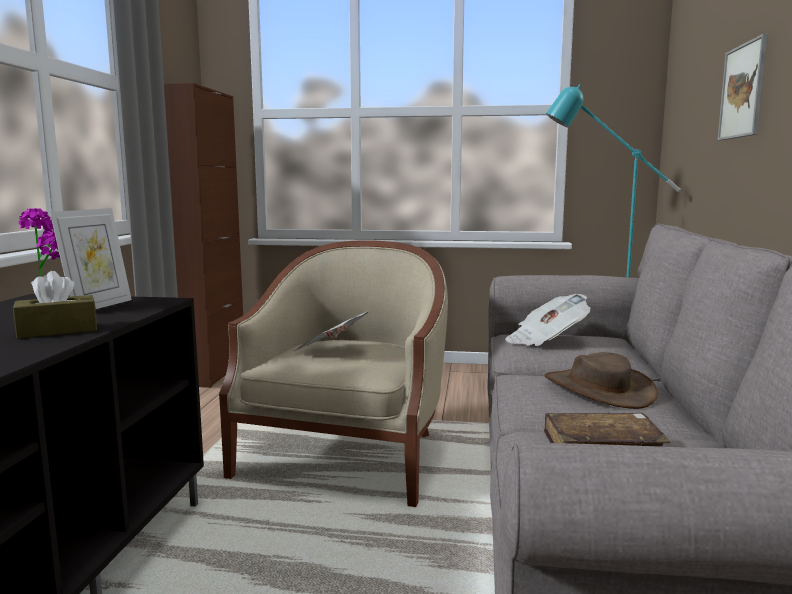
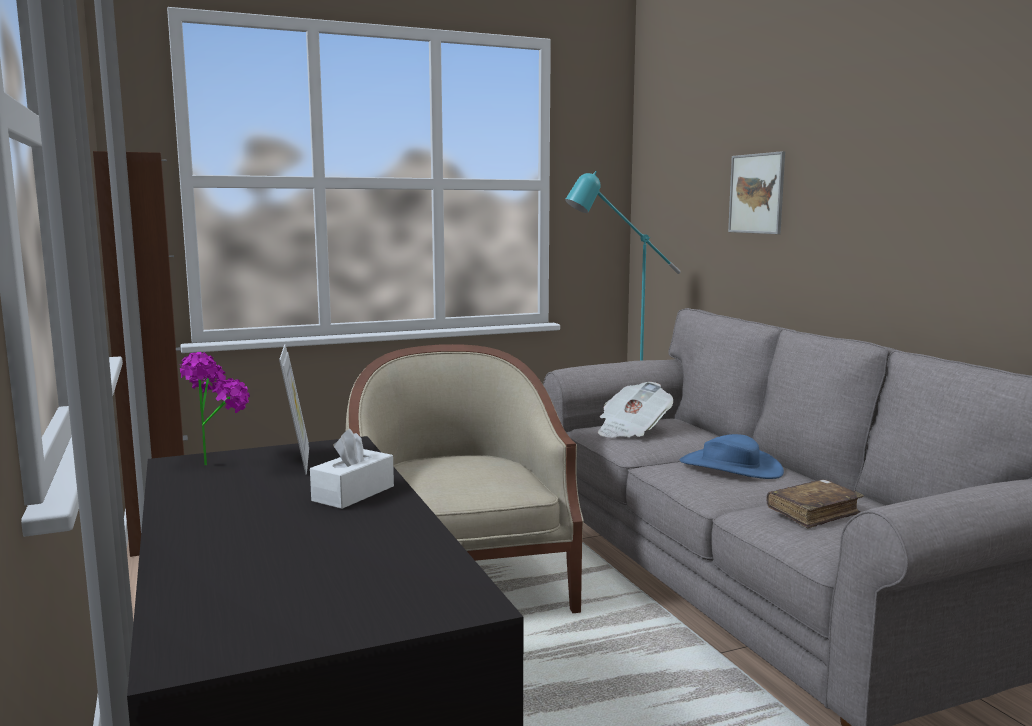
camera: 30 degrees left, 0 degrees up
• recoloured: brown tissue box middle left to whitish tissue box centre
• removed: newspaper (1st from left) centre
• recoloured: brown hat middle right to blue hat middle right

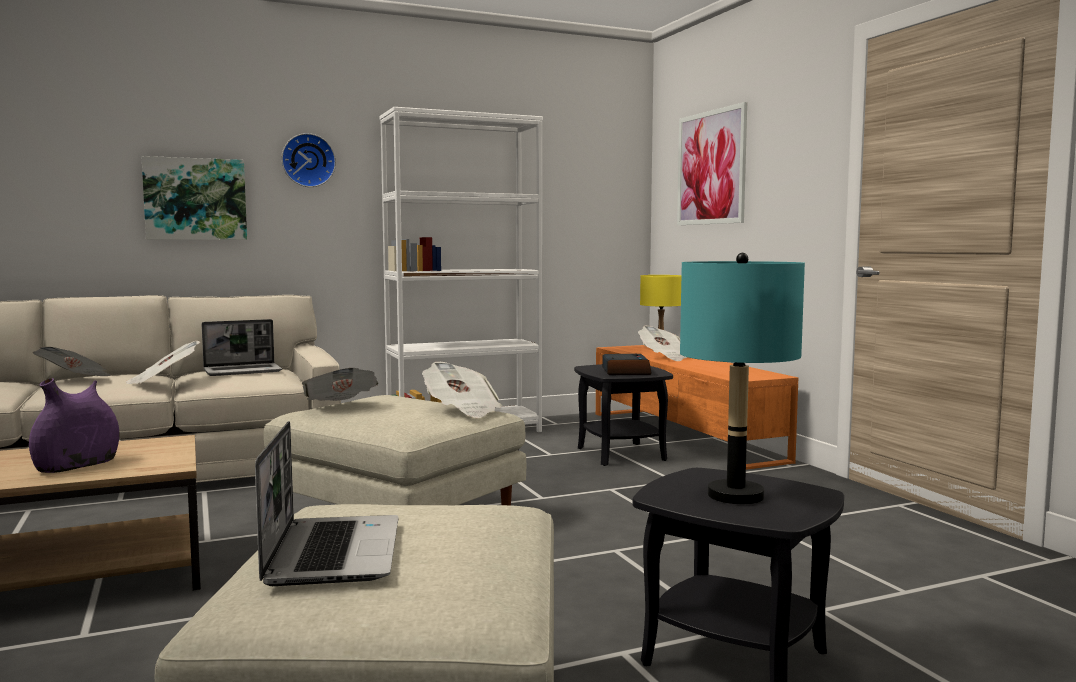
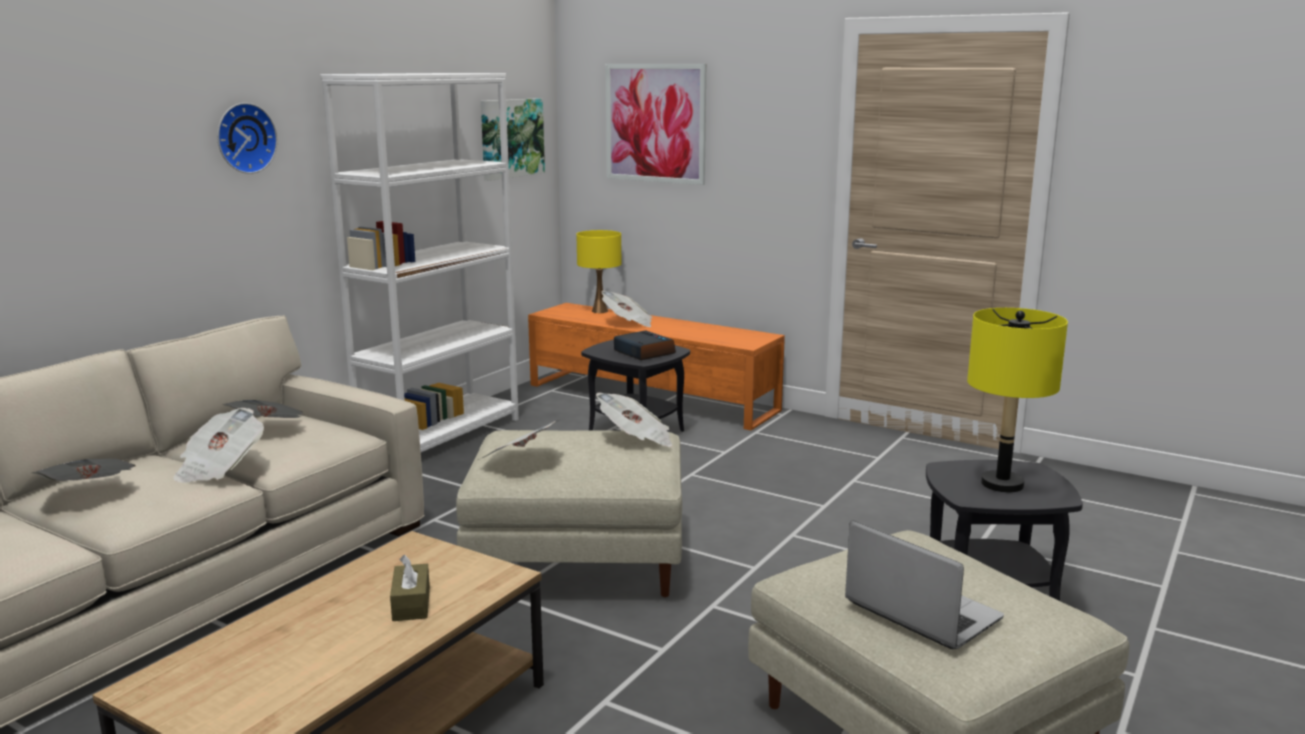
camera: 35 degrees left, 10 degrees up
• replaced: purple-coloured decorative vase middle left to brown tissue box bottom left
• moved: wall art (1st from left) top left to top centre
• replaced: notebook computer (1st from left) middle left to newspaper (3rd from left) middle left
• recoloured: turquoise lamp for a table middle right to yellow lamp for a table (2nd from left) middle right

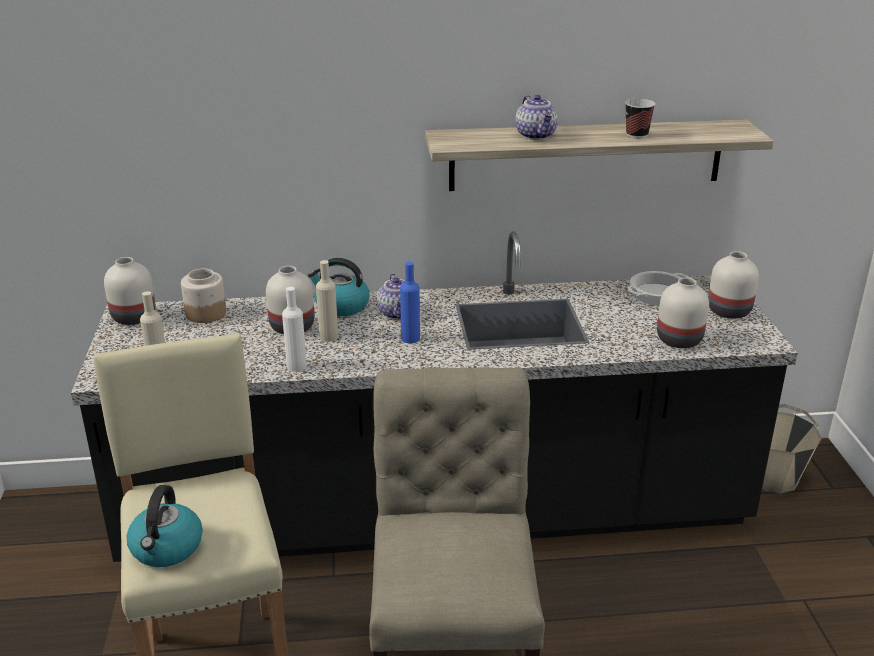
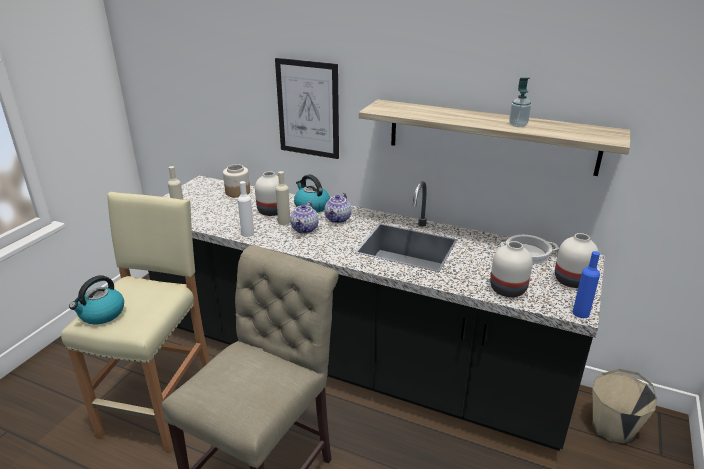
camera: 30 degrees right, 0 degrees up
• removed: whitish decorative vase (1st from left) middle left
• moved: blue beverage bottle centre to middle right
• moved: pot for tea (2nd from left in the first image) top centre to pot for tea (1st from left) centre
• replaced: drinking cup top right to soap bottle top right
• added: wall art top centre

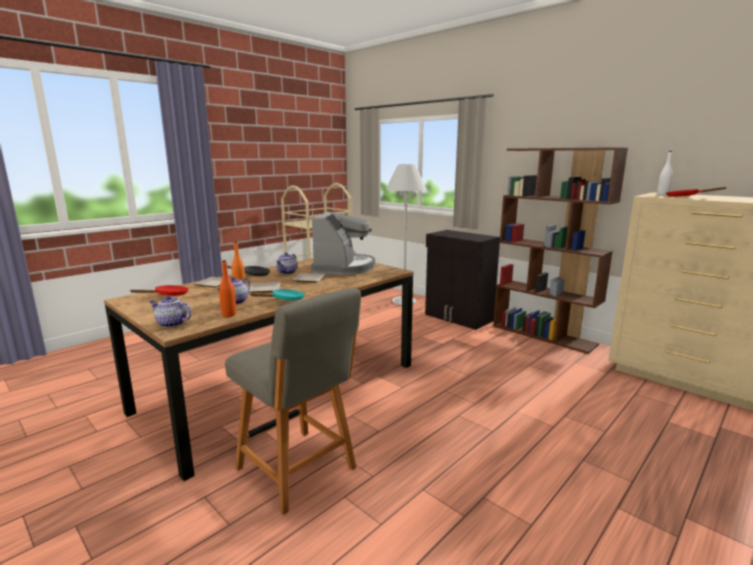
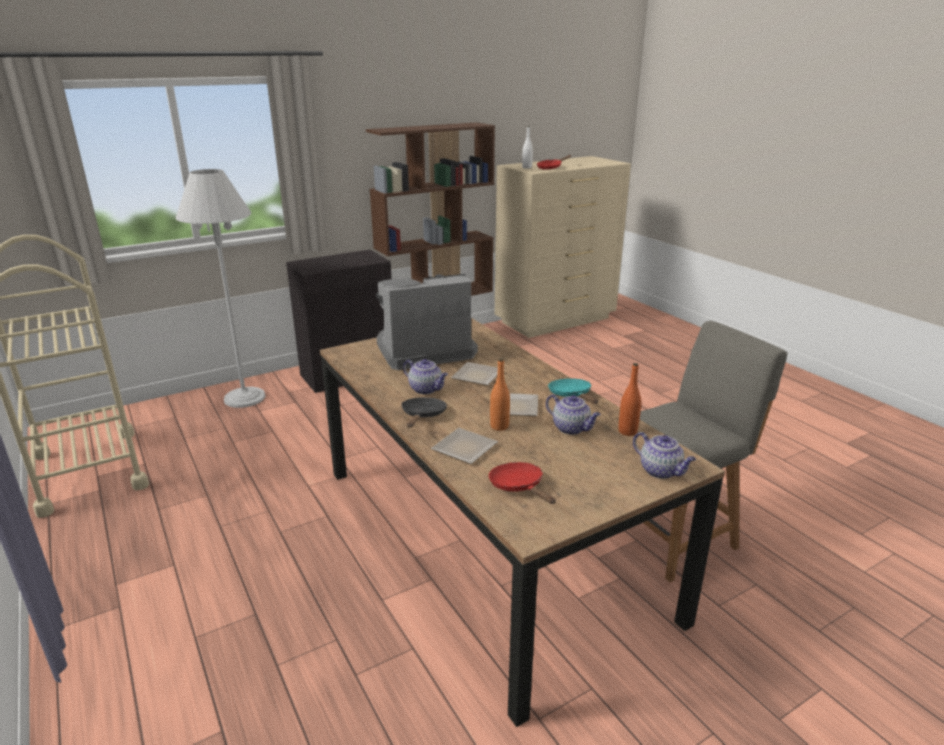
camera: 75 degrees left, 10 degrees up
• turned: pot for tea (1st from left in the first image) middle left = middle right 75 degrees counterclockwise
• turned: coffee machine centre = centre 45 degrees counterclockwise

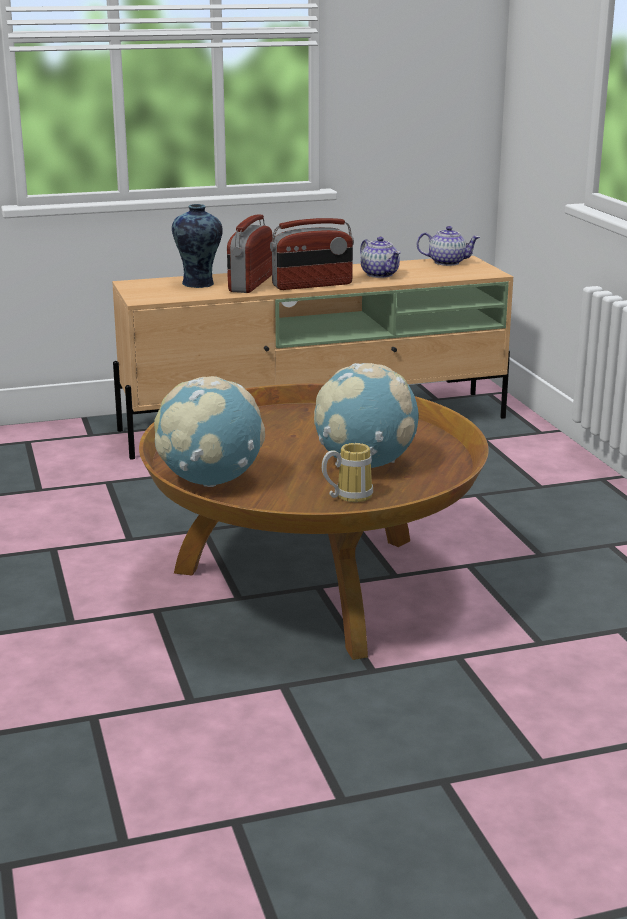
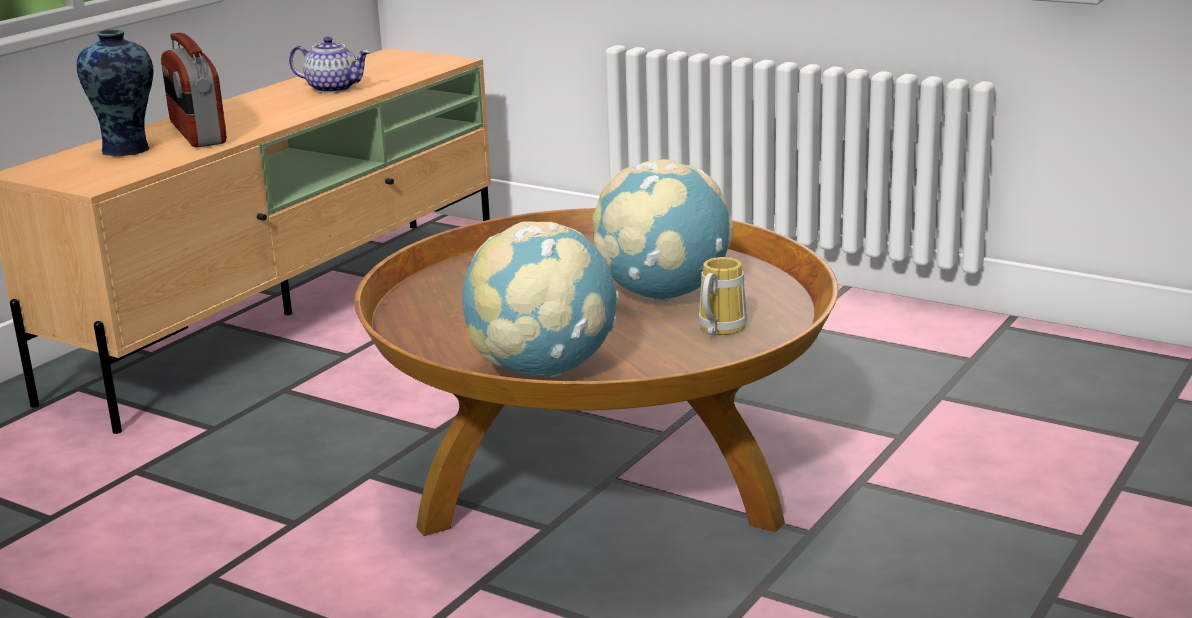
camera: 40 degrees left, 0 degrees up
• removed: radio set (2nd from left) top centre
• removed: pot for tea (2nd from left) top right

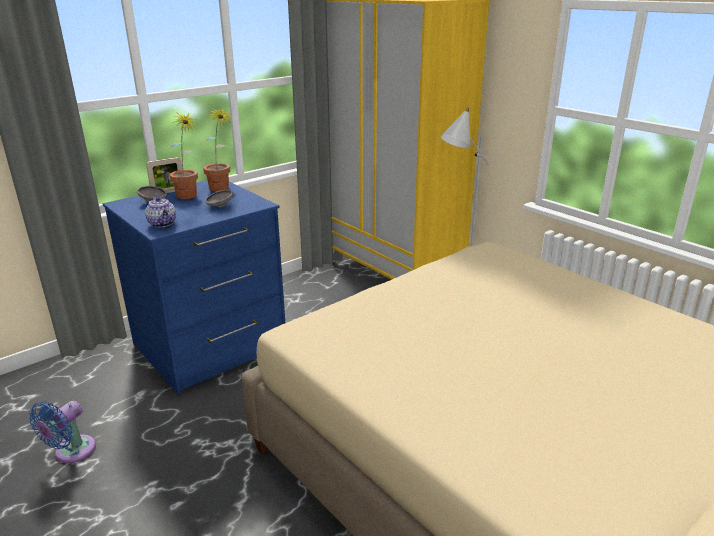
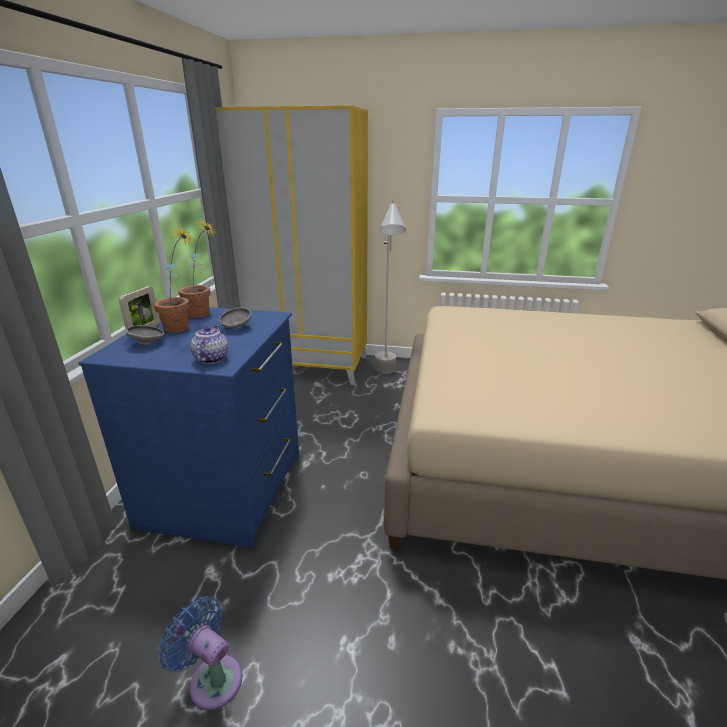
camera: 40 degrees left, 0 degrees up
• turned: blue fan bottom left = bottom left 135 degrees clockwise
• turned: pot for tea middle left = middle left 105 degrees counterclockwise

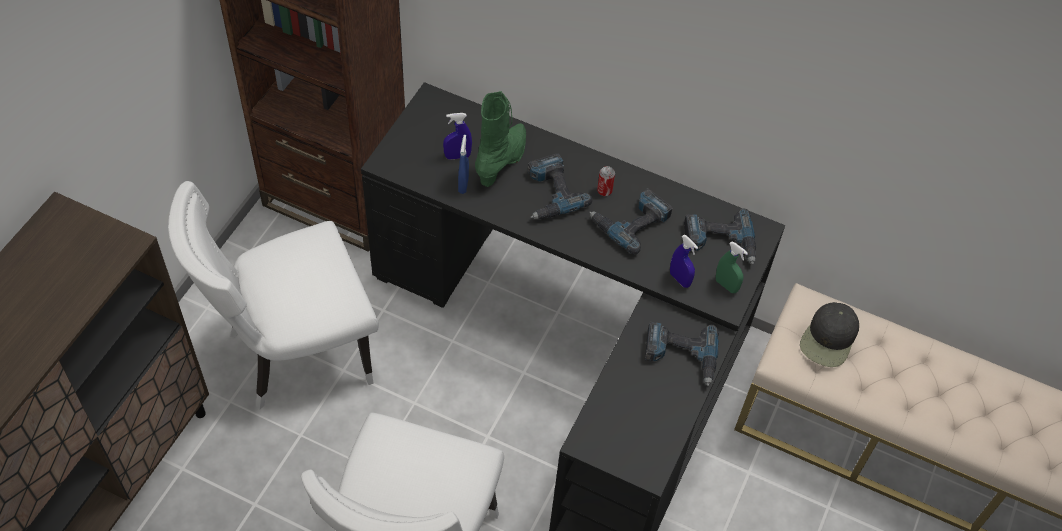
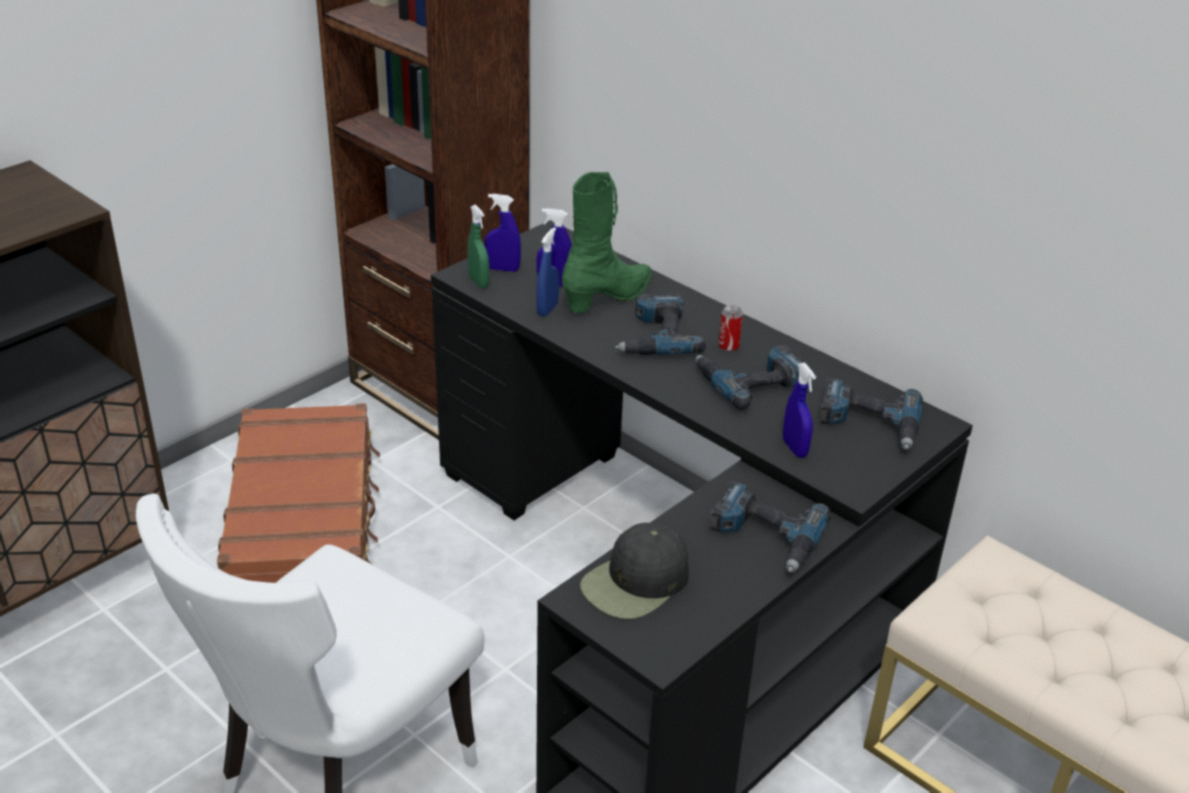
camera: 20 degrees right, 20 degrees down
• replaced: whitish plain chair (1st from left) middle left to brown piece of luggage middle left
• moved: greenish sprayer middle right to top centre
• moved: blackish baseball cap middle right to bottom centre
• added: blue sprayer (1st from left) top centre

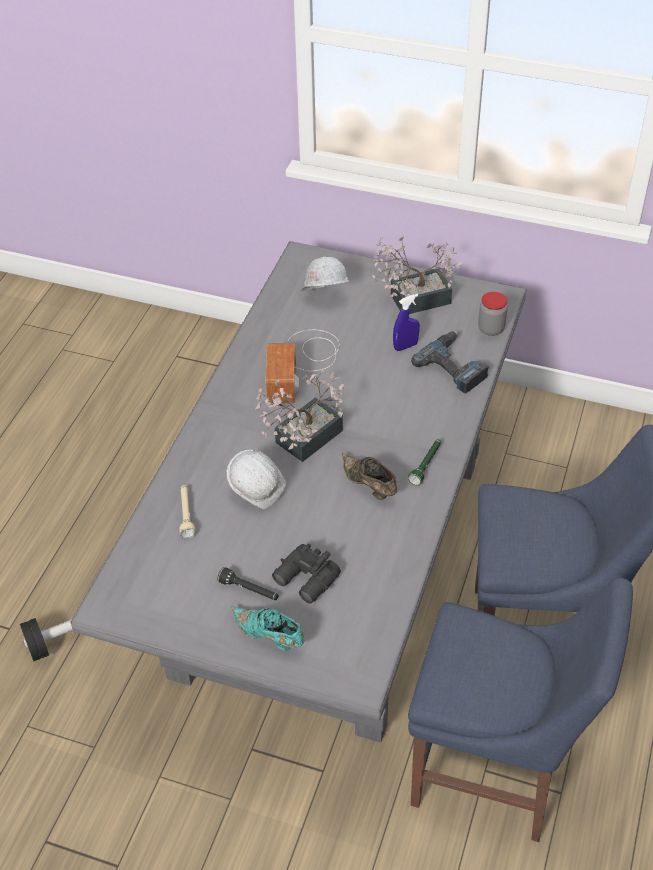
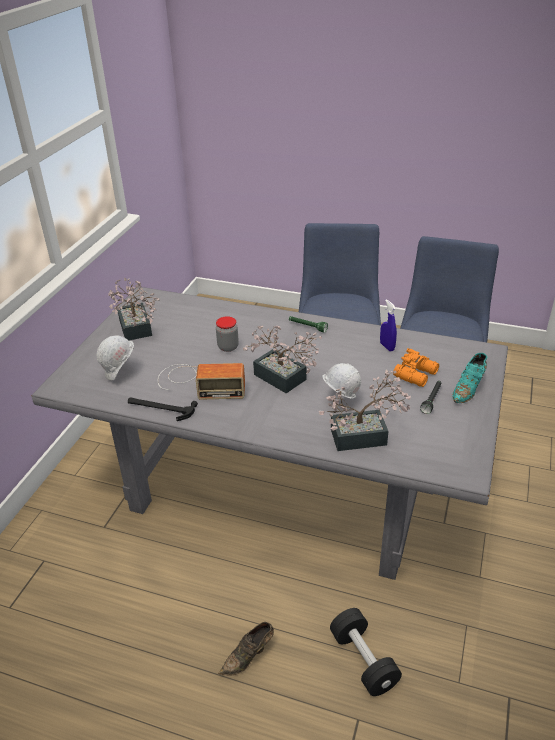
camera: 90 degrees left, 10 degrees down
• replaced: beige-coloured flashlight middle left to houseplant (3rd from left) centre
• recoloured: blackish pair of binoculars centre to orangey pair of binoculars middle right
• moved: brown shoe centre to bottom centre
• moved: blue sprayer centre to middle right
• removed: drill middle right
• moved: jar middle right to centre
• added: hammer middle left

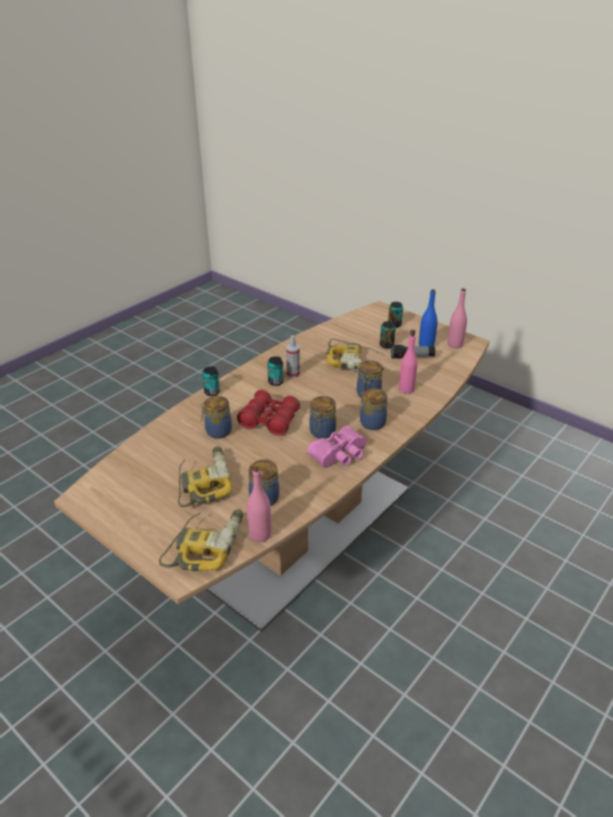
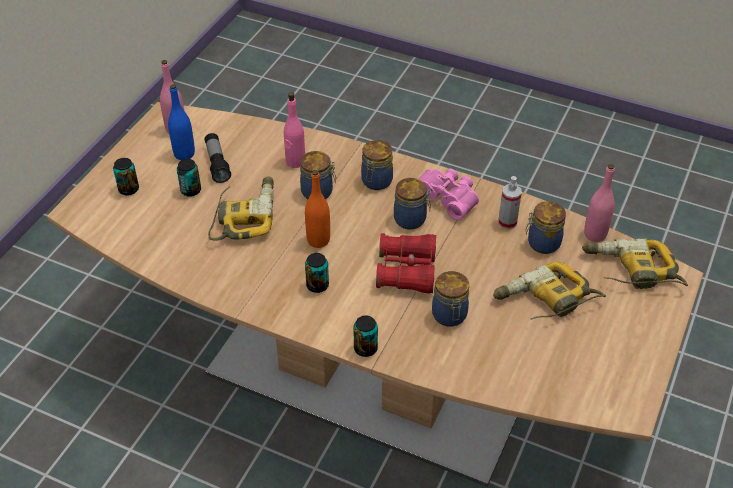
camera: 105 degrees left, 10 degrees up
• moved: sprayer centre to middle right
• added: orangey beverage bottle centre

